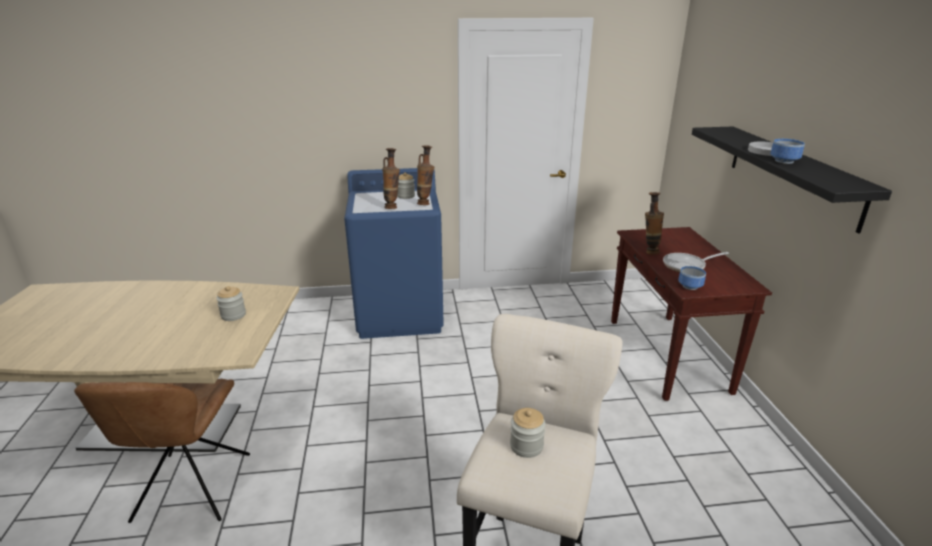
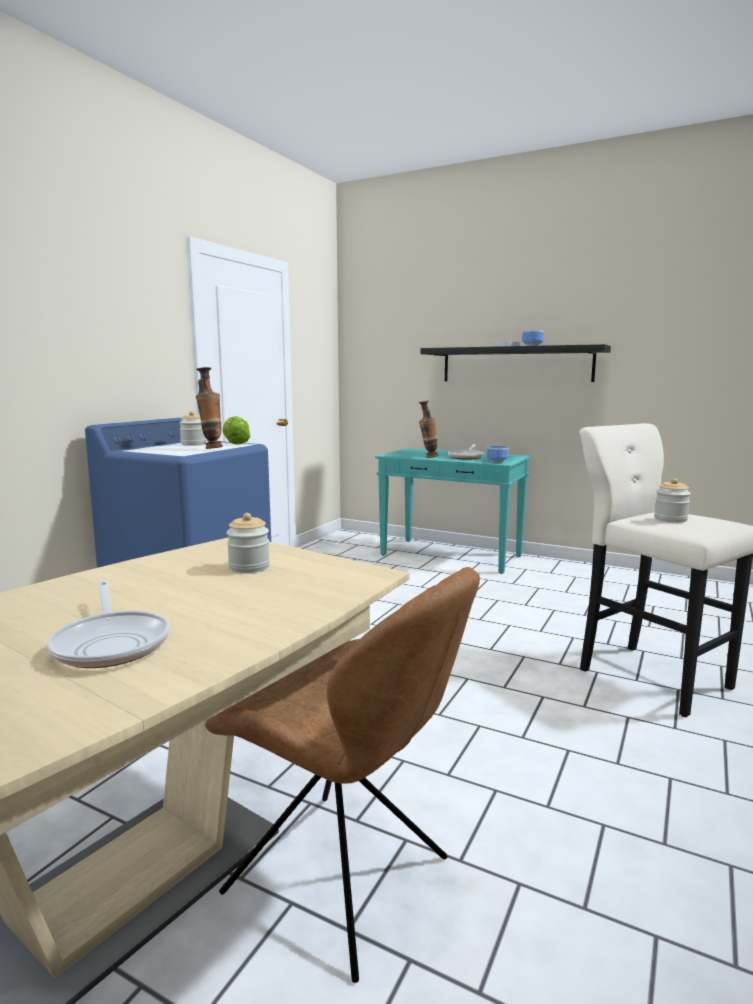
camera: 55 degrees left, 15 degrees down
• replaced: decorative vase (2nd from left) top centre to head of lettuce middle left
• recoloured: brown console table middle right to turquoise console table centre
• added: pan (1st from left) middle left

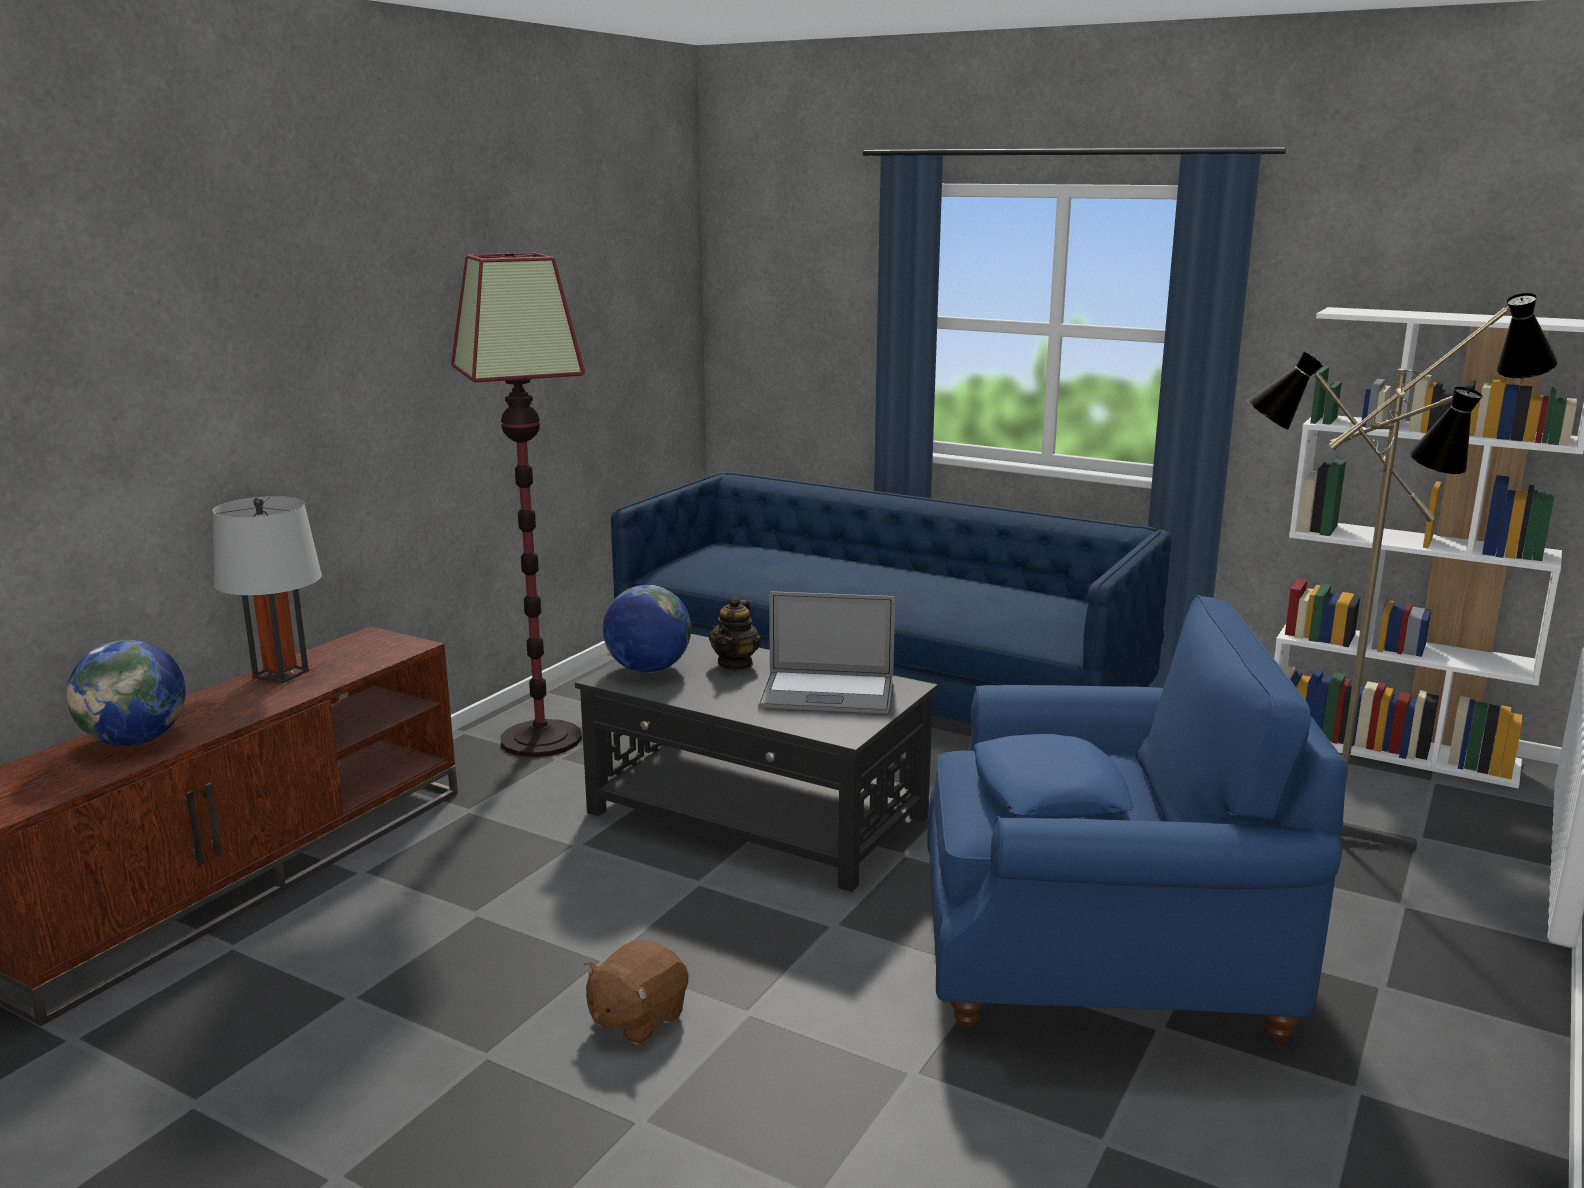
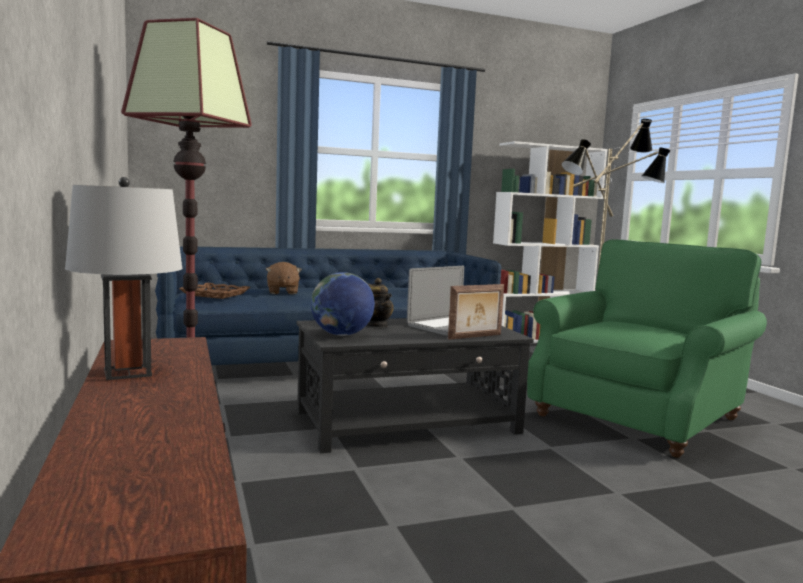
camera: 50 degrees left, 10 degrees down
• removed: world globe (1st from left) middle left
• moved: brown cuddly toy bottom centre to centre
• recoloured: blue lounge chair bottom right to greenish lounge chair middle right
• removed: blue throw pillow centre
• added: brown tray middle left
• added: standing frame centre

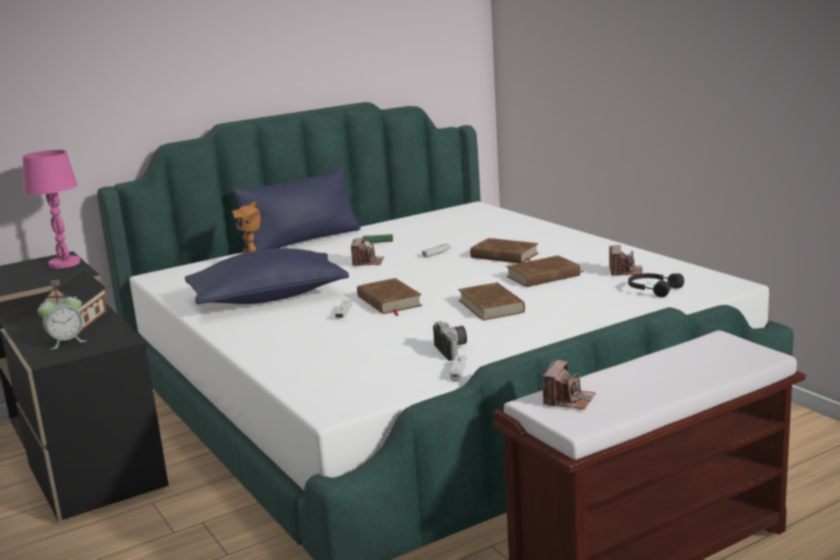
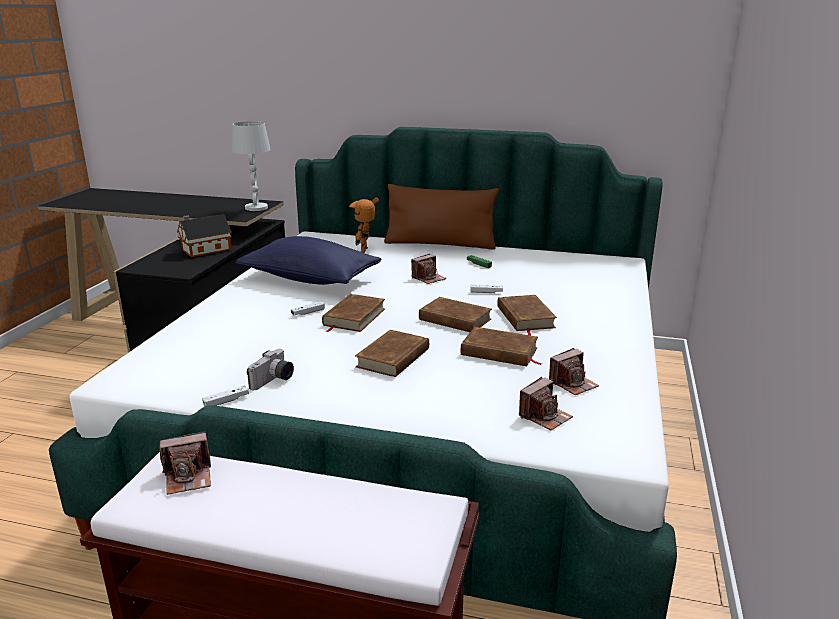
camera: 45 degrees right, 5 degrees up
• recoloured: pink-coloured lamp for a table middle left to whitish lamp for a table top left
• removed: alarm clock middle left
• recoloured: blue throw pillow (2nd from left) centre to brown throw pillow centre
• replaced: blackish headset middle right to photo camera (4th from left) centre
• added: brown book (3rd from left) centre

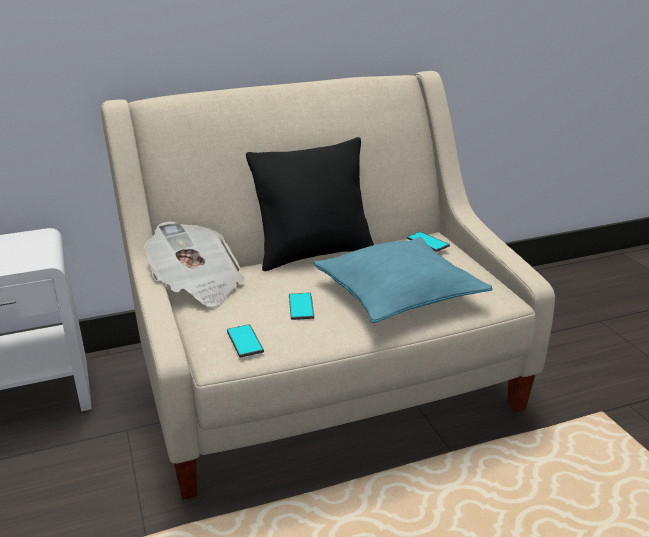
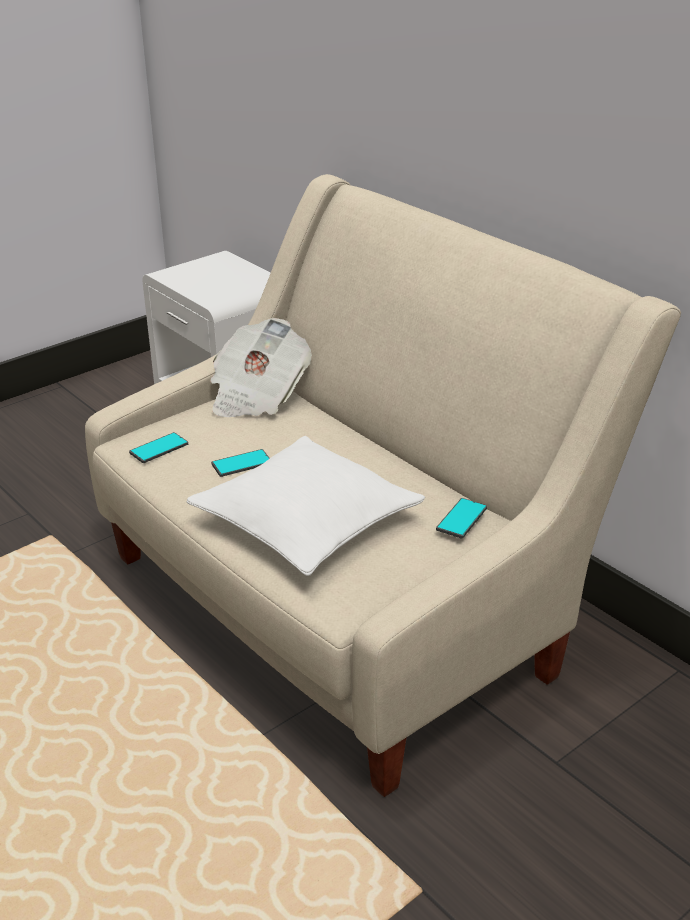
camera: 70 degrees right, 5 degrees up
• removed: blackish throw pillow centre
• recoloured: turquoise throw pillow centre to whitish throw pillow centre

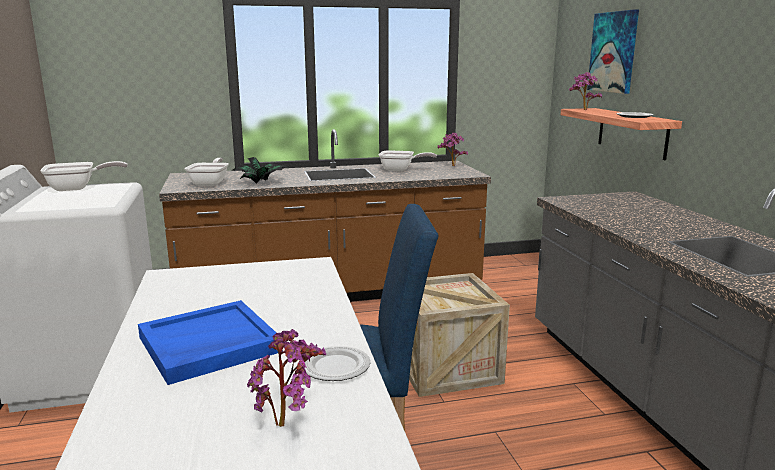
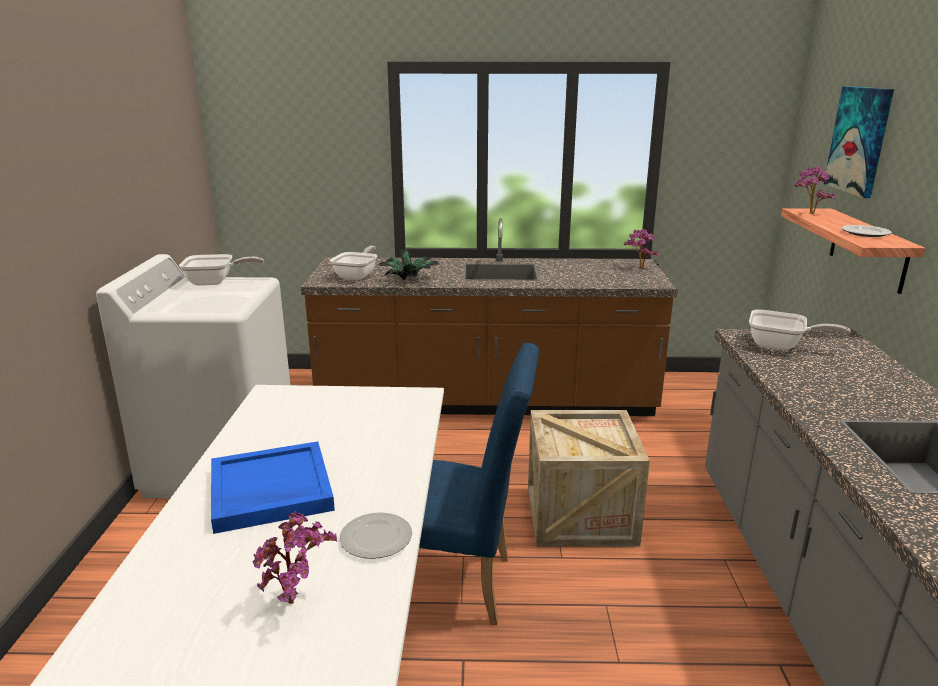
camera: 15 degrees right, 5 degrees up
• moved: pan (3rd from left) centre to middle right

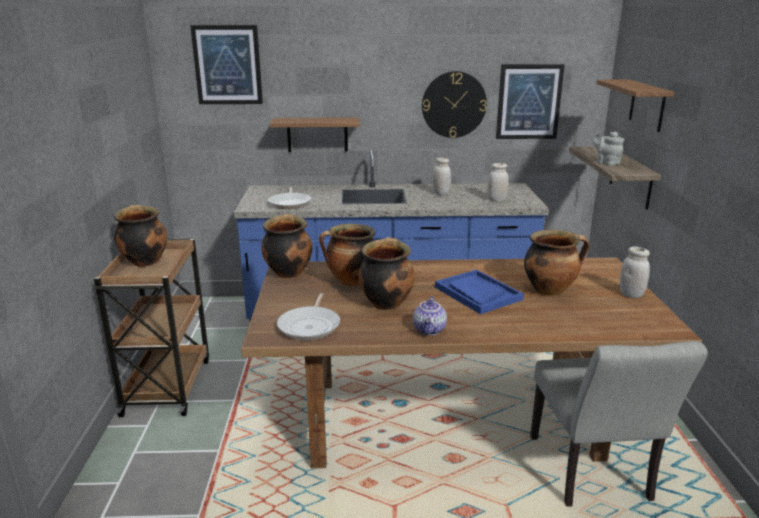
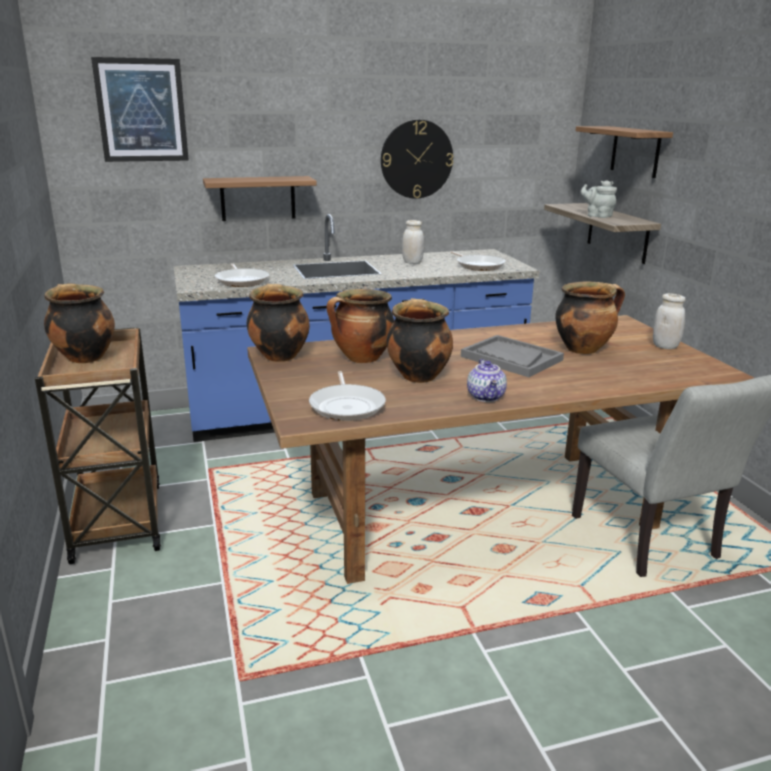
camera: 15 degrees left, 0 degrees up
• recoloured: blue tray centre to gray tray centre
• replaced: whitish jar (2nd from left) centre to pan (3rd from left) centre
• removed: wall art (2nd from left) top right

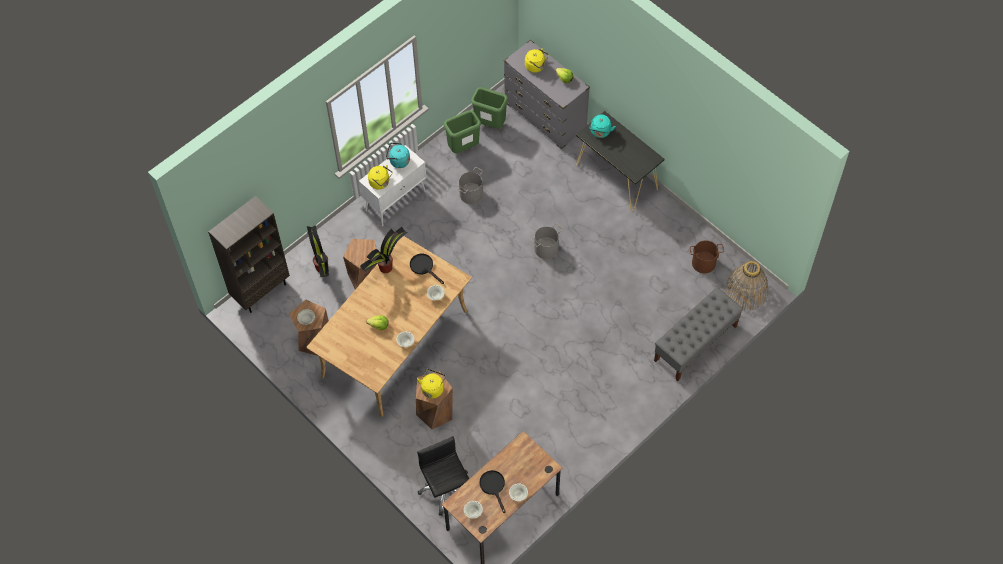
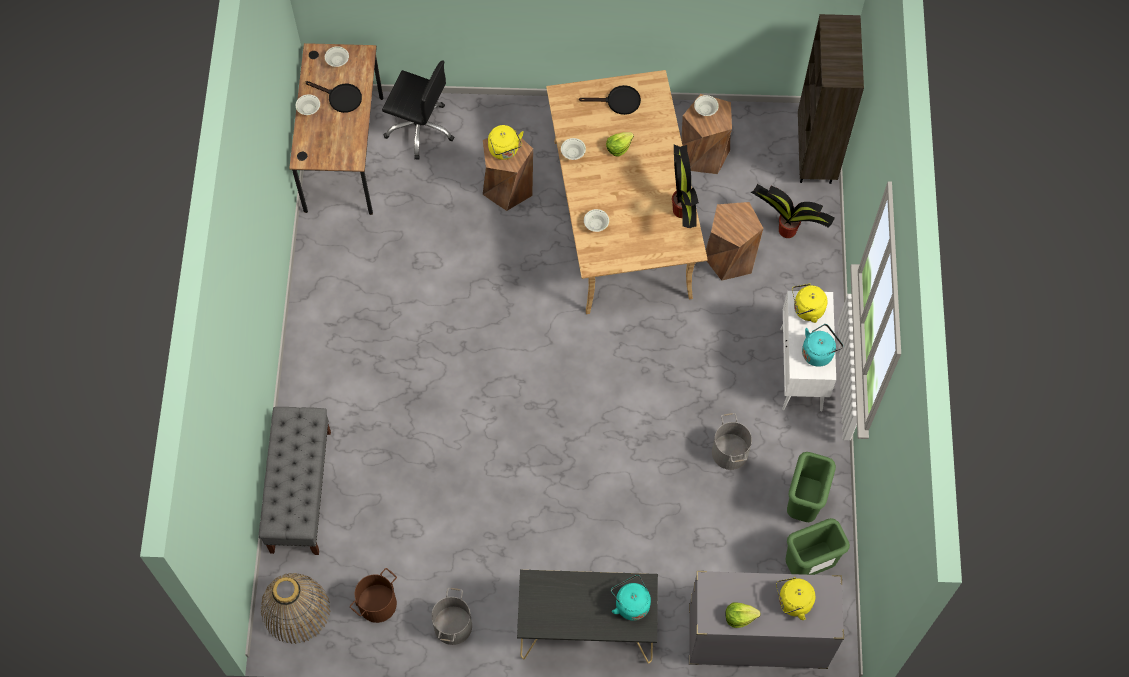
camera: 135 degrees right, 5 degrees up
• moved: blackish pan (1st from left in the first image) centre to blackish pan (2nd from left) top centre
• moved: gray pail (2nd from left in the first image) centre to gray pail (1st from left) bottom centre

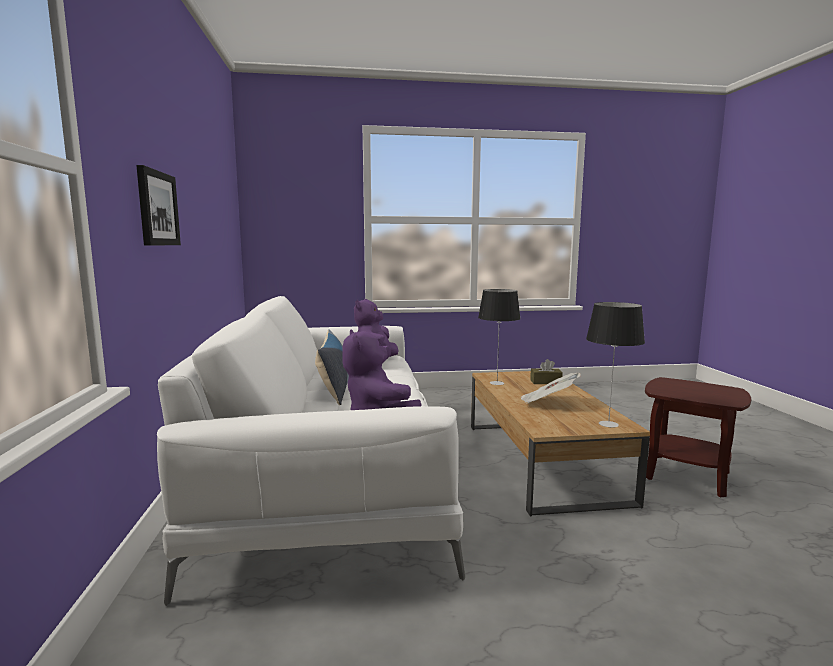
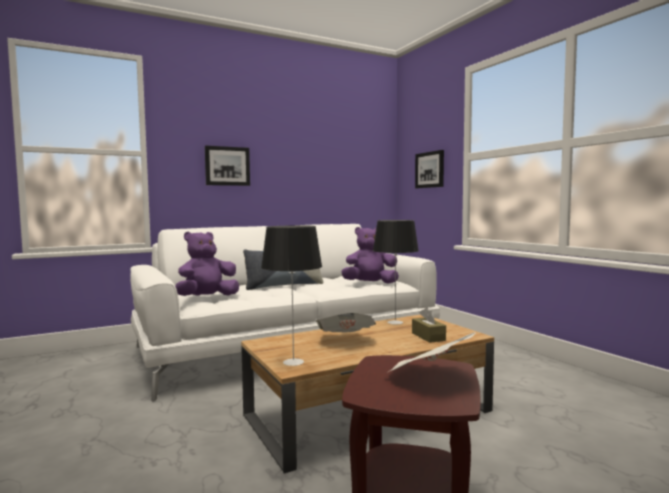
camera: 70 degrees right, 5 degrees down
• added: newspaper (2nd from left) bottom centre
• added: wall art (2nd from left) centre

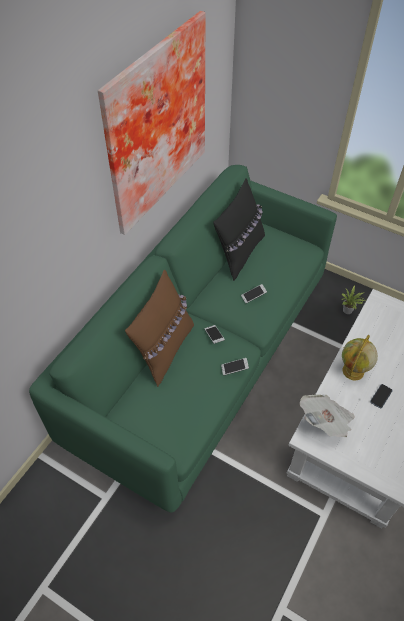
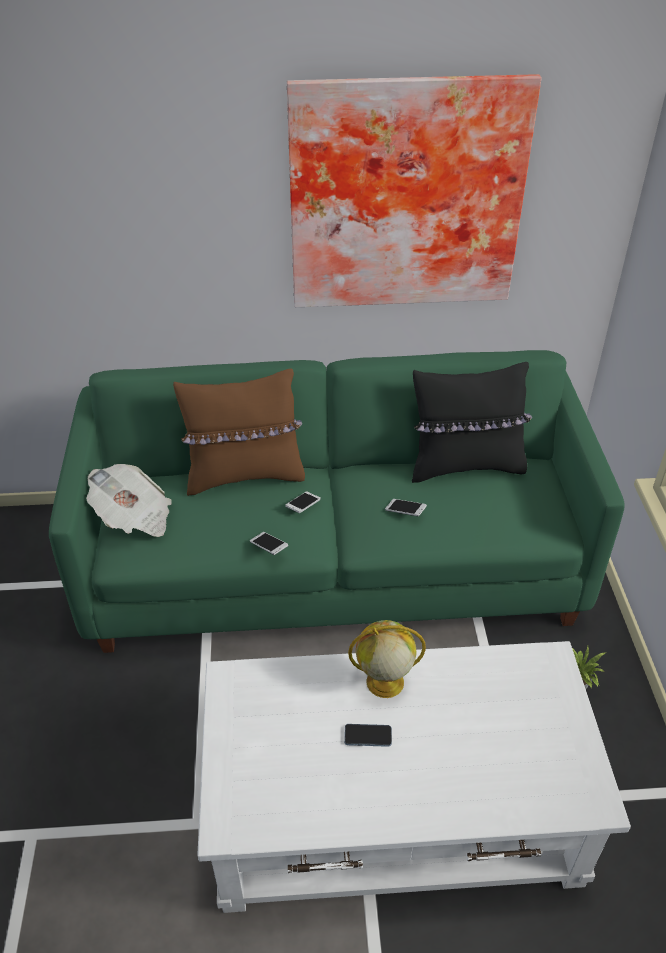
camera: 55 degrees right, 10 degrees down
• moved: newspaper bottom right to middle left

